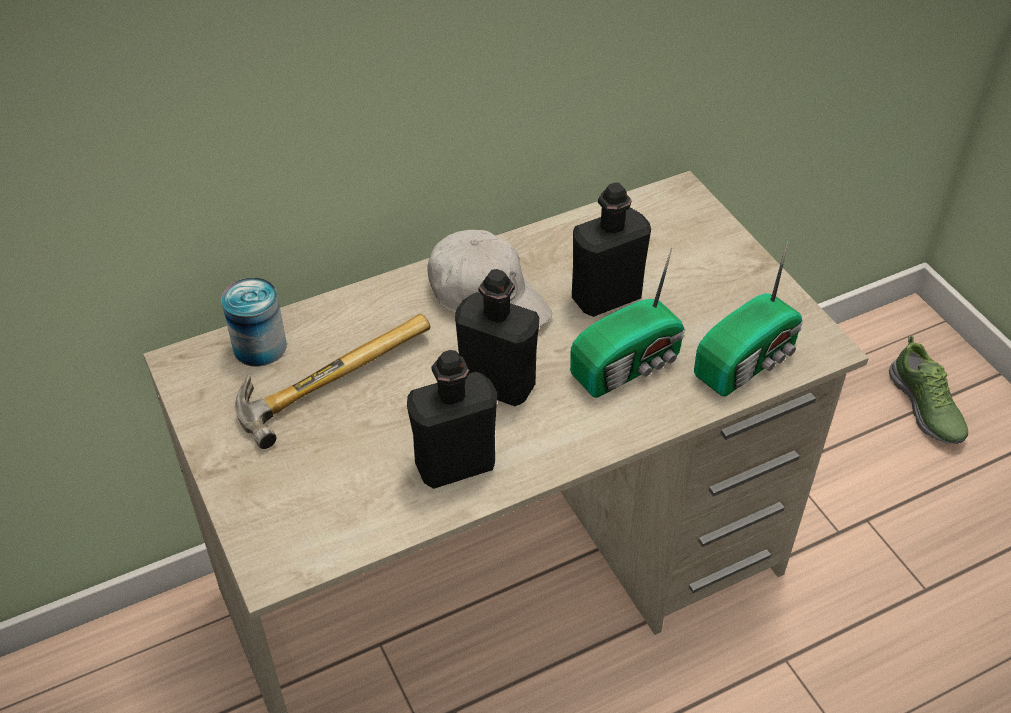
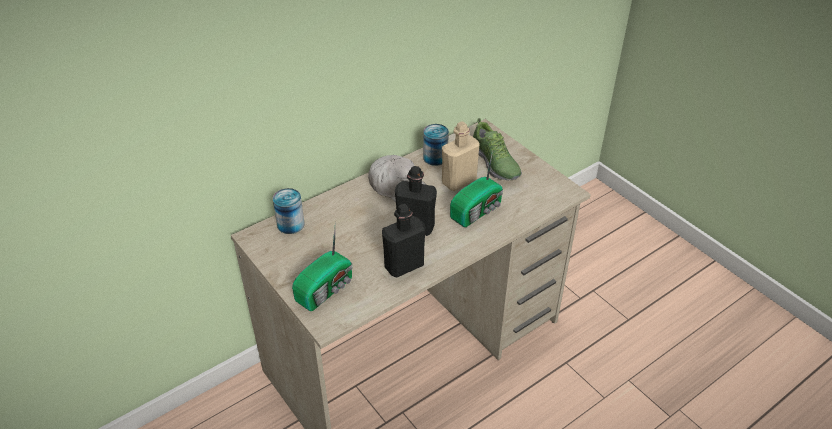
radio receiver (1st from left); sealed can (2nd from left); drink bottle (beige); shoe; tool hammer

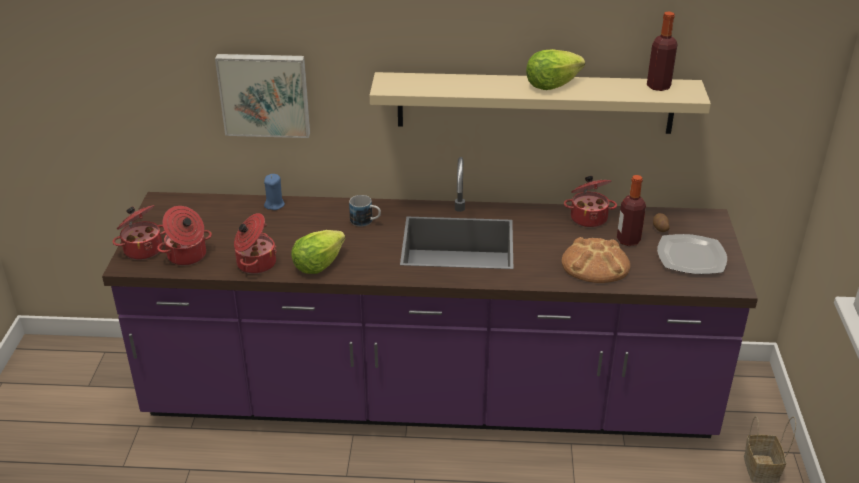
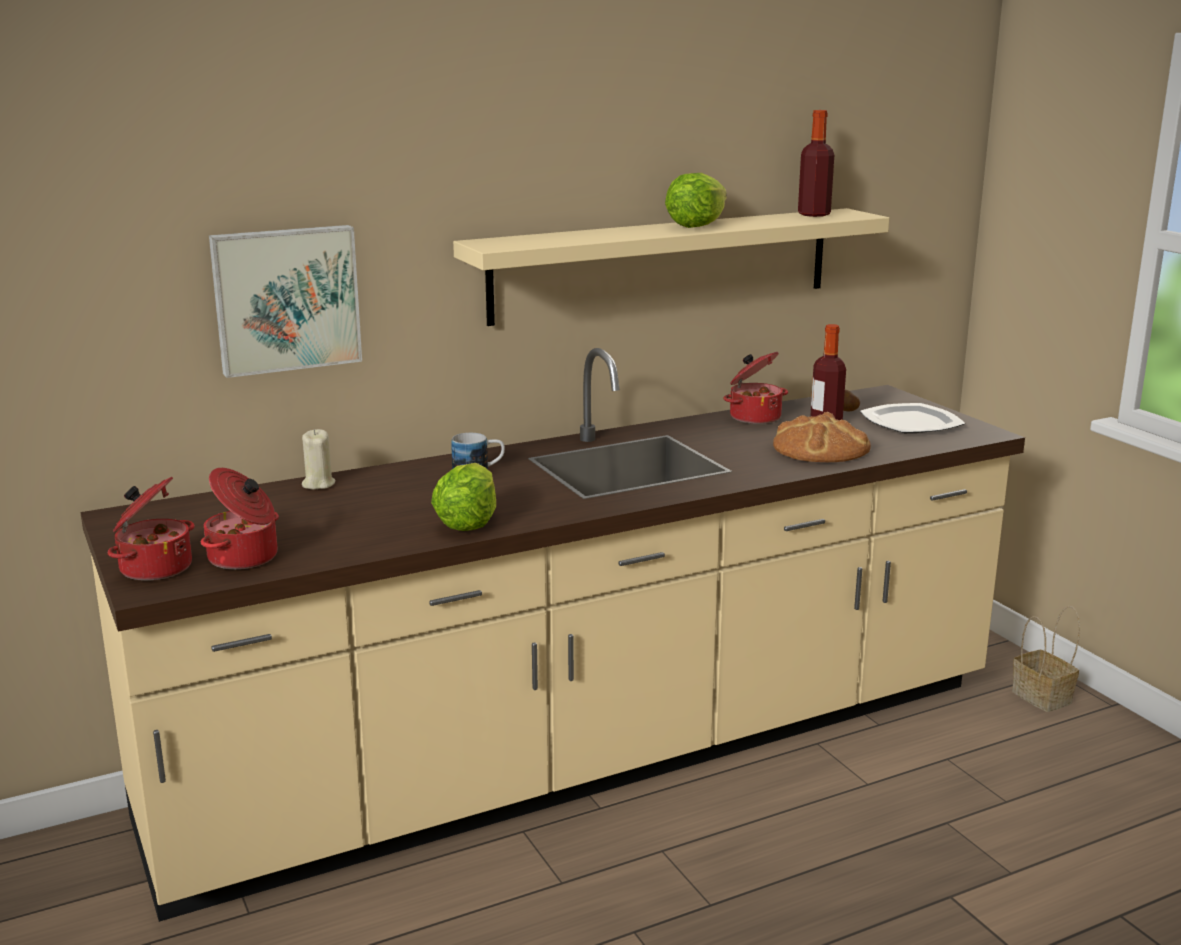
kitchen base unit (beige); wax candle (beige); saucepot (3rd from left in the first image)

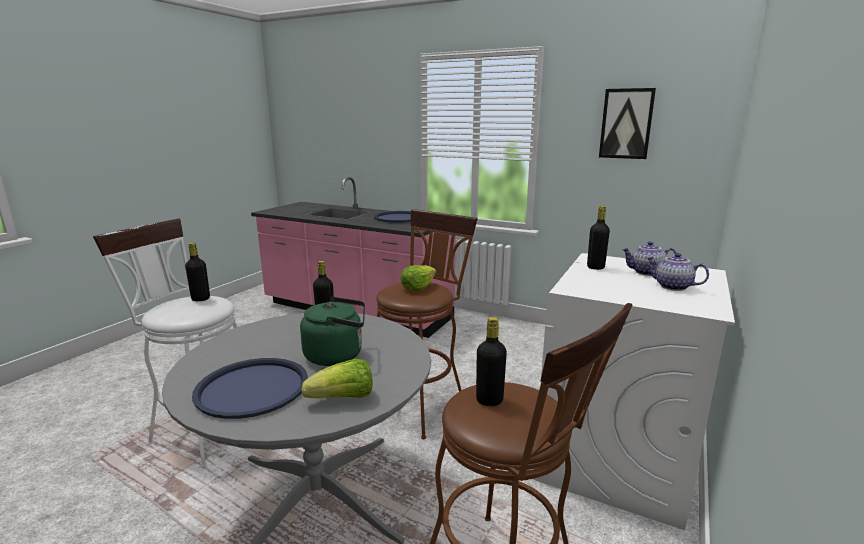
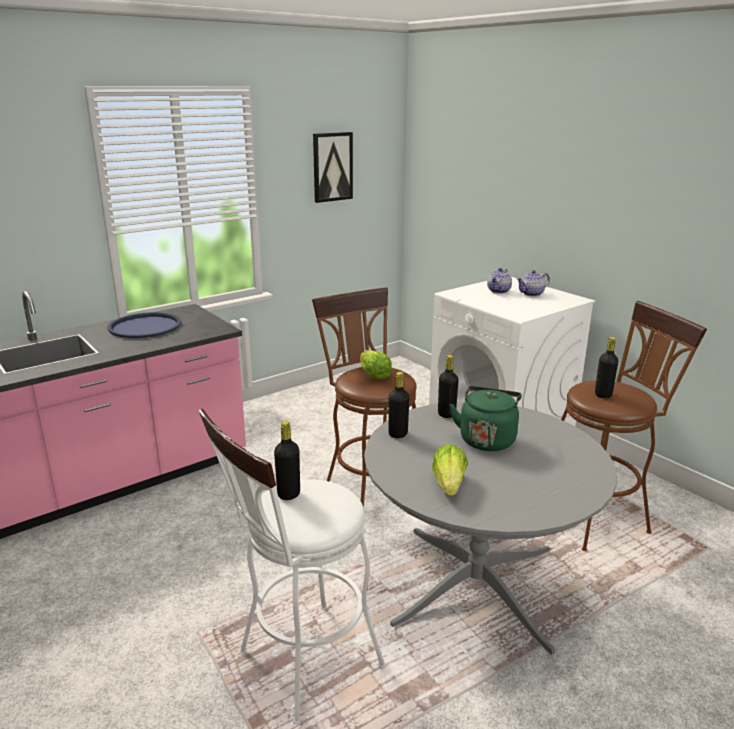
lettuce (2nd from left); drink bottle (black) (3rd from left); serving tray (blue) (1st from left in the first image)

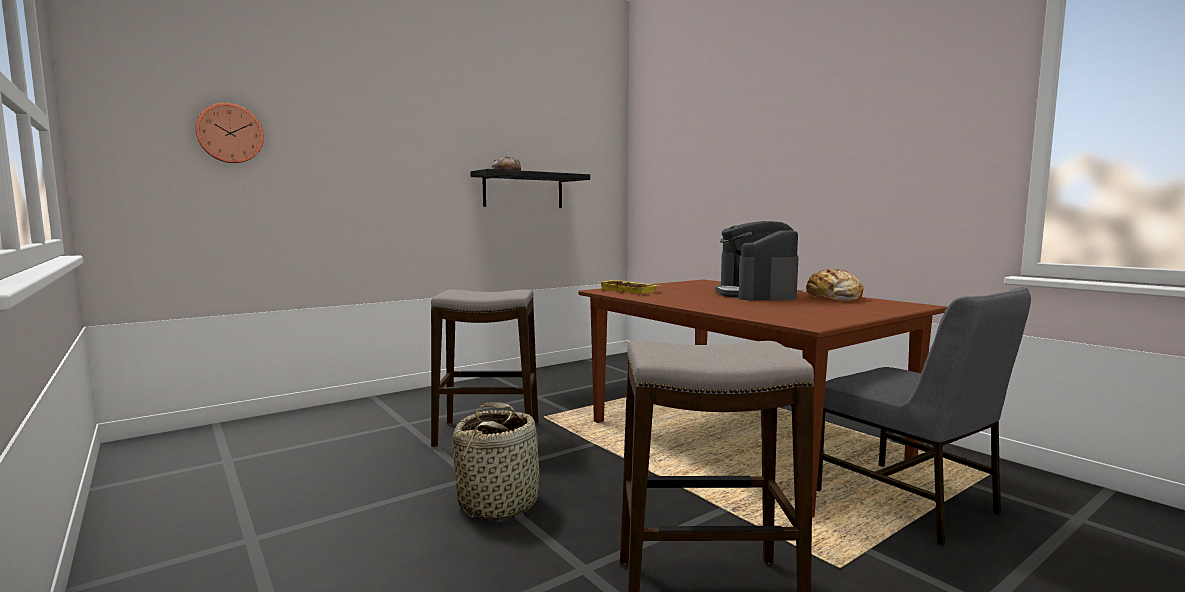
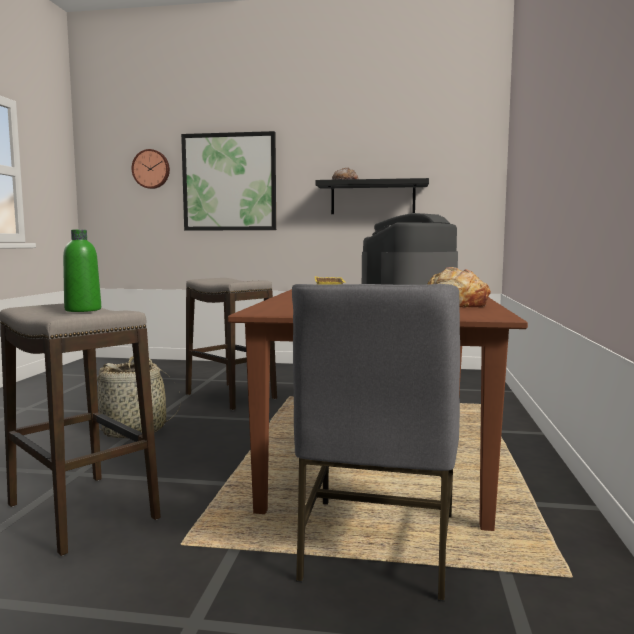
drink bottle (green-coloured); wall art

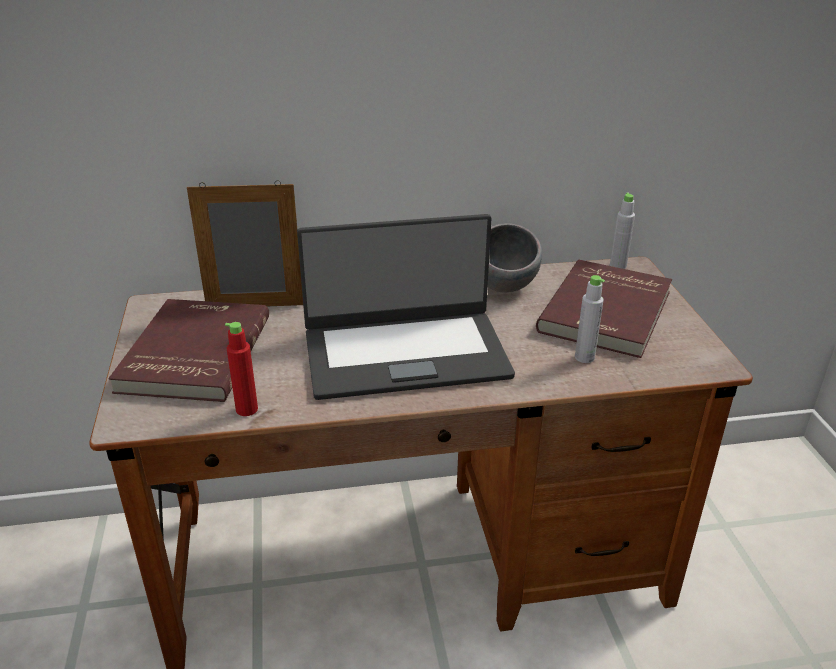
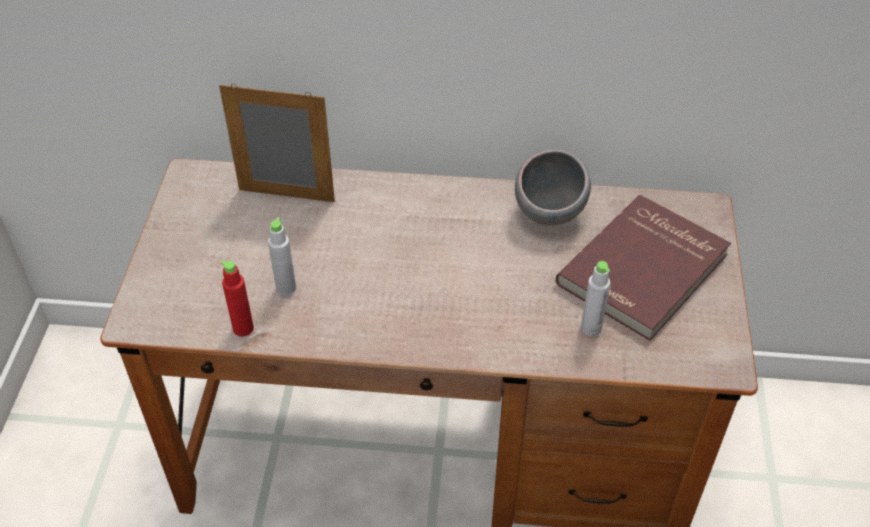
drink bottle (greyish) (1st from left); book (red) (1st from left in the first image); notebook computer

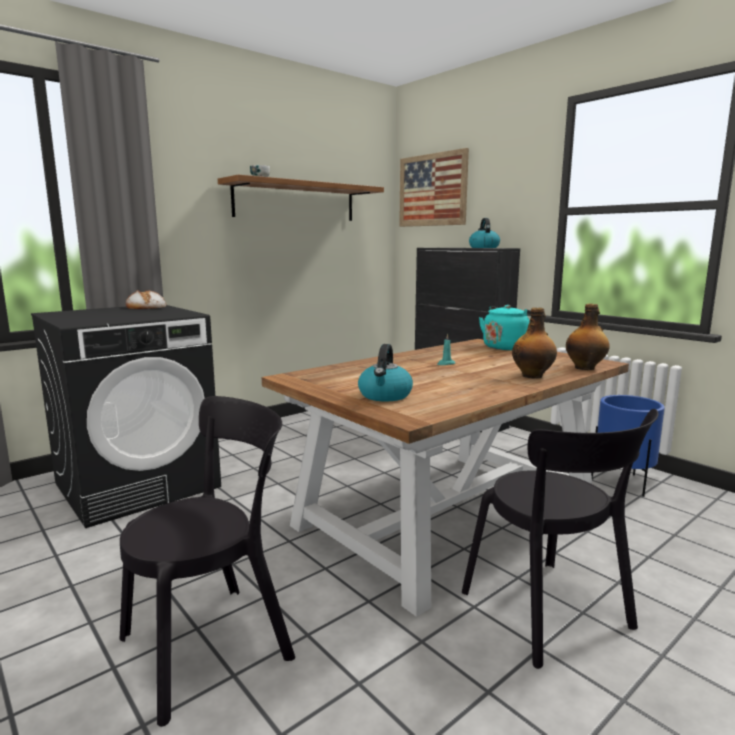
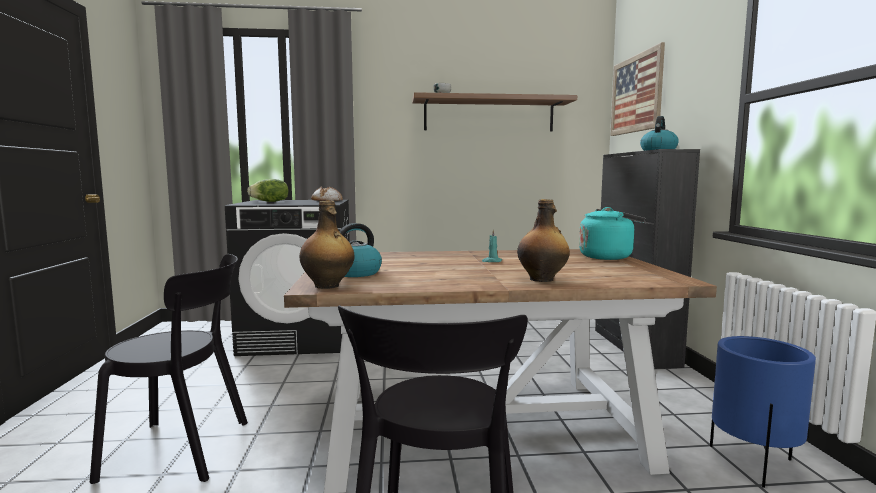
lettuce; drink bottle (1st from left)

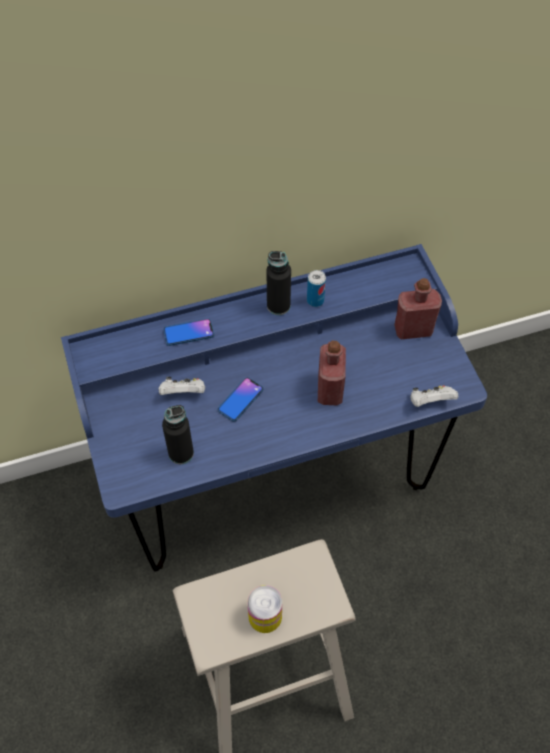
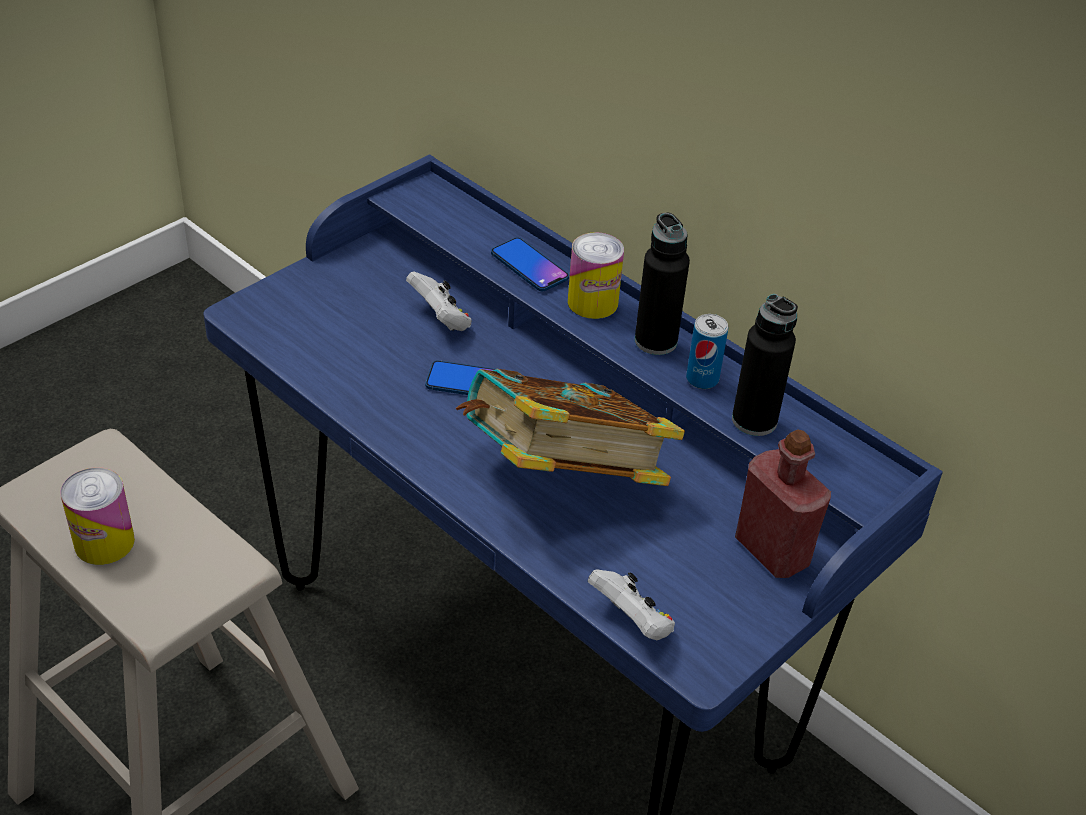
book; sealed can (2nd from left); drink bottle (black) (2nd from left)

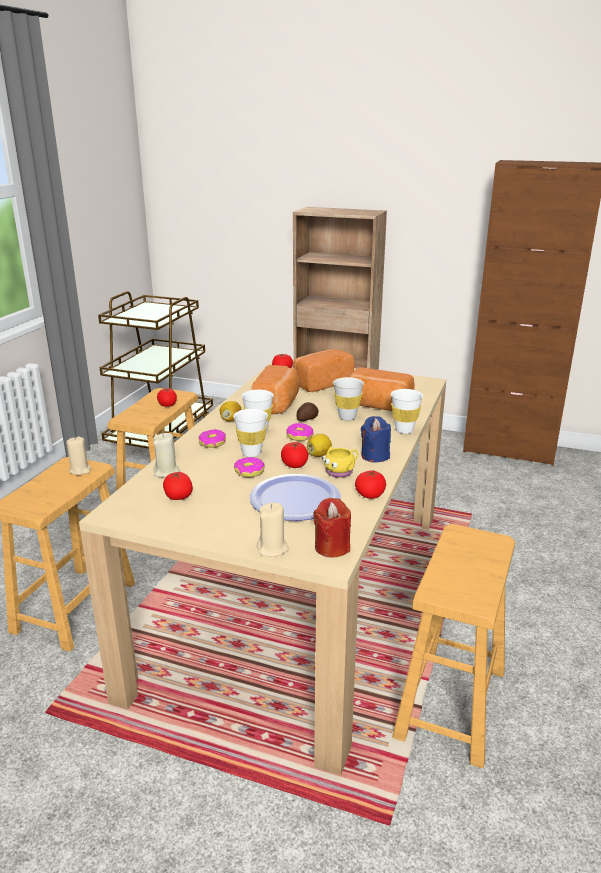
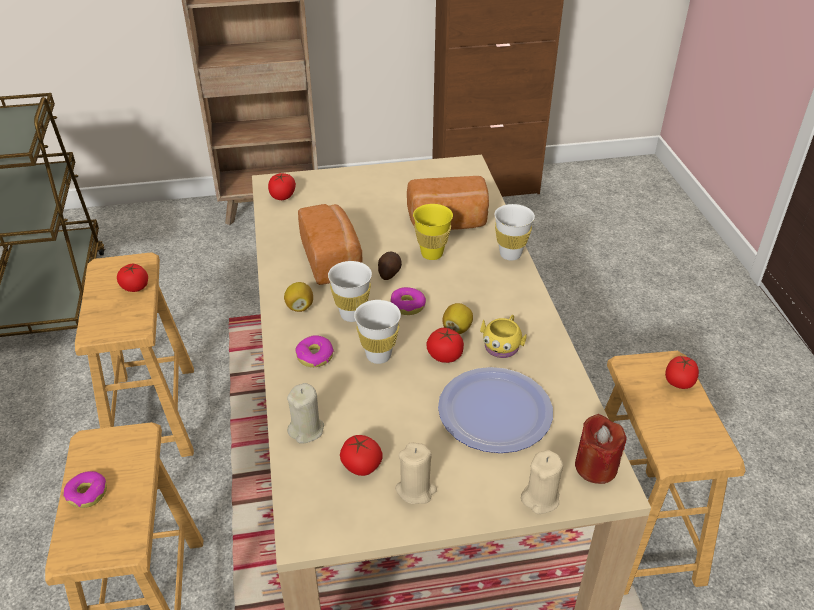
doughnut (1st from left); wax candle (beige) (2nd from left); small cup (yellow); tomato (5th from left); bakery bread (2nd from left in the first image); wax candle (blue)

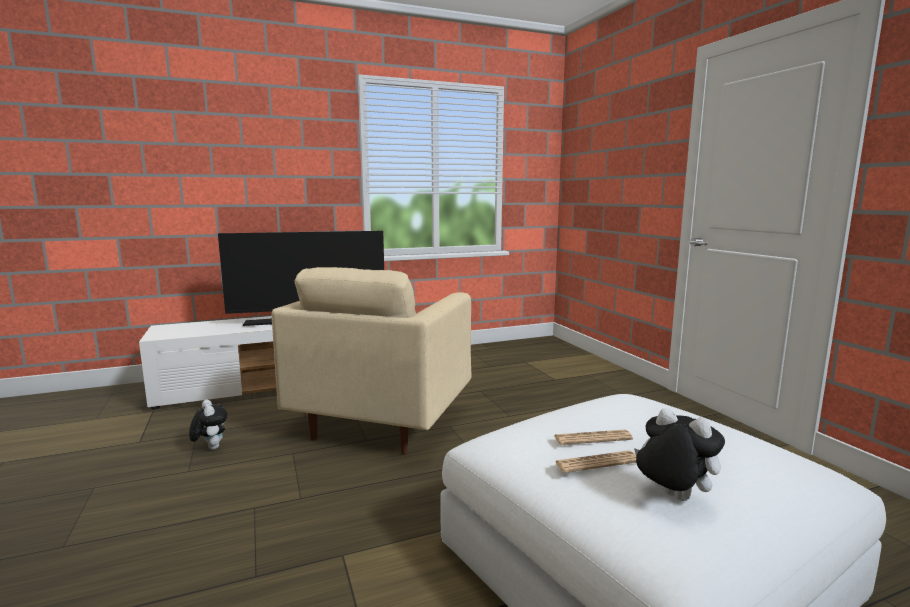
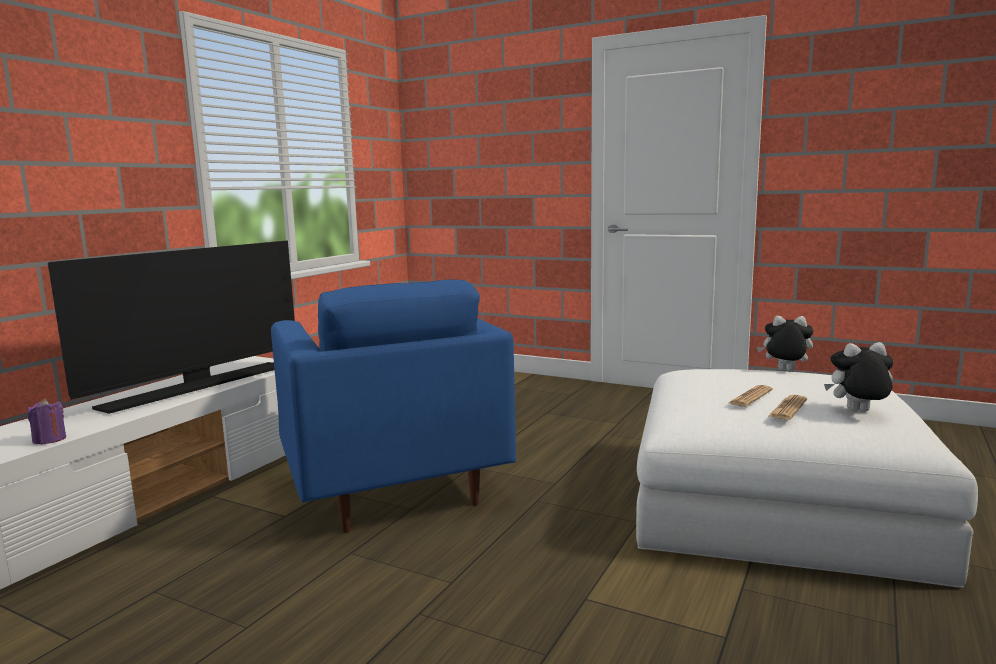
wax candle (purple); lounge chair (blue); soft toy (1st from left)

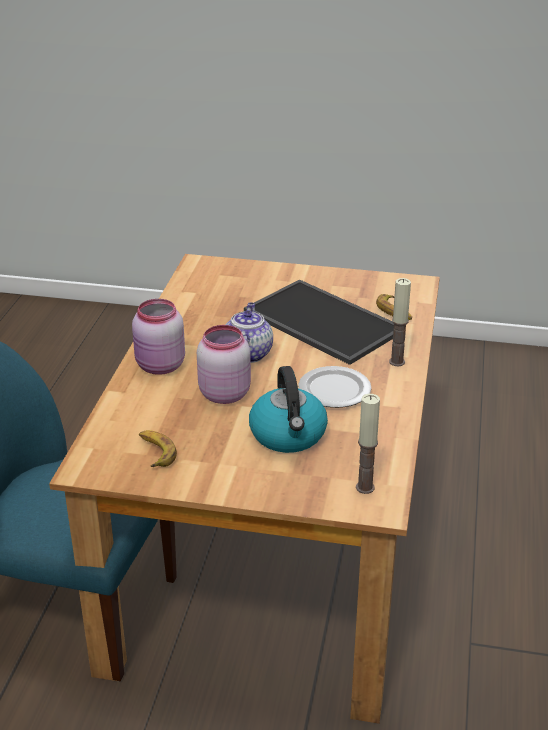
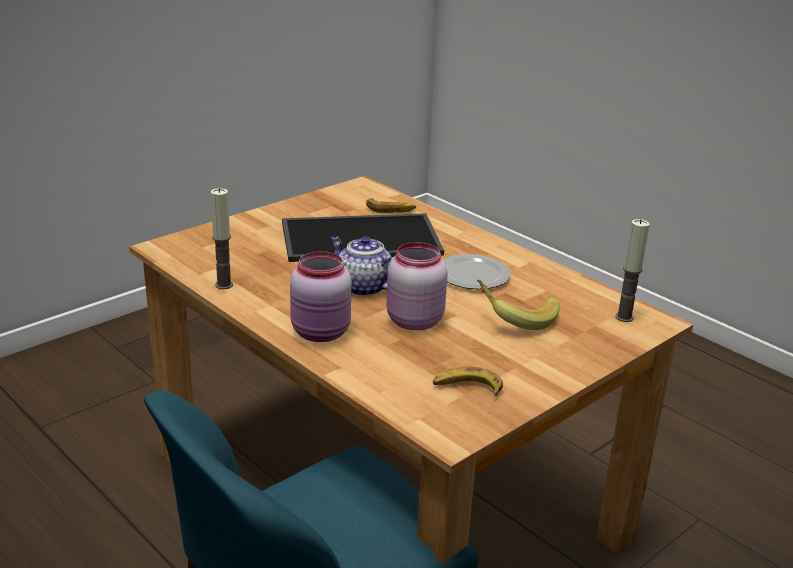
wax candle (1st from left); banana fruit (3rd from left)

